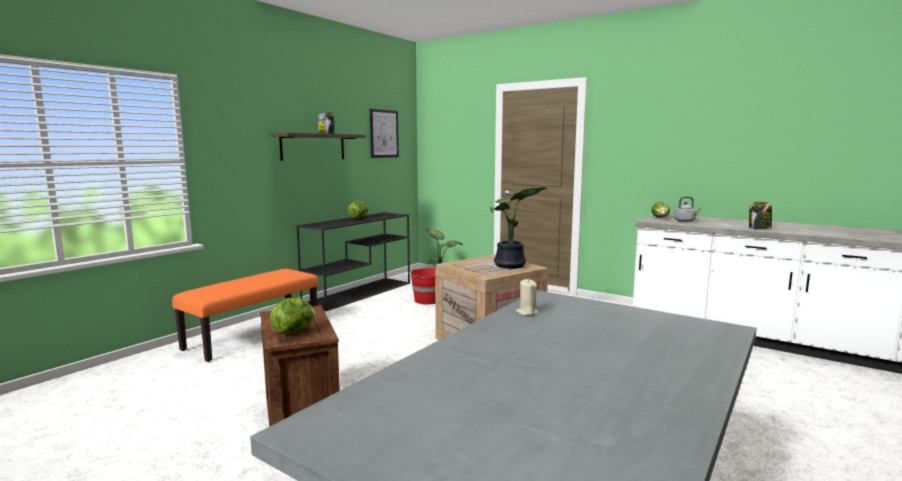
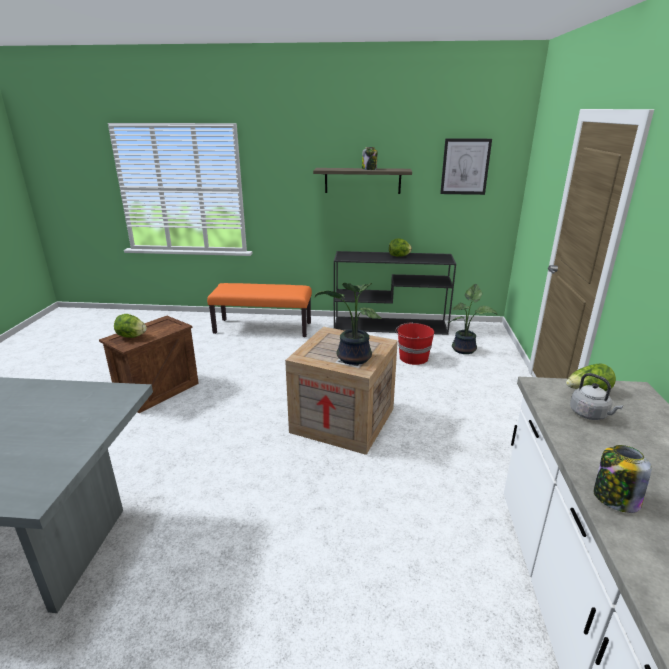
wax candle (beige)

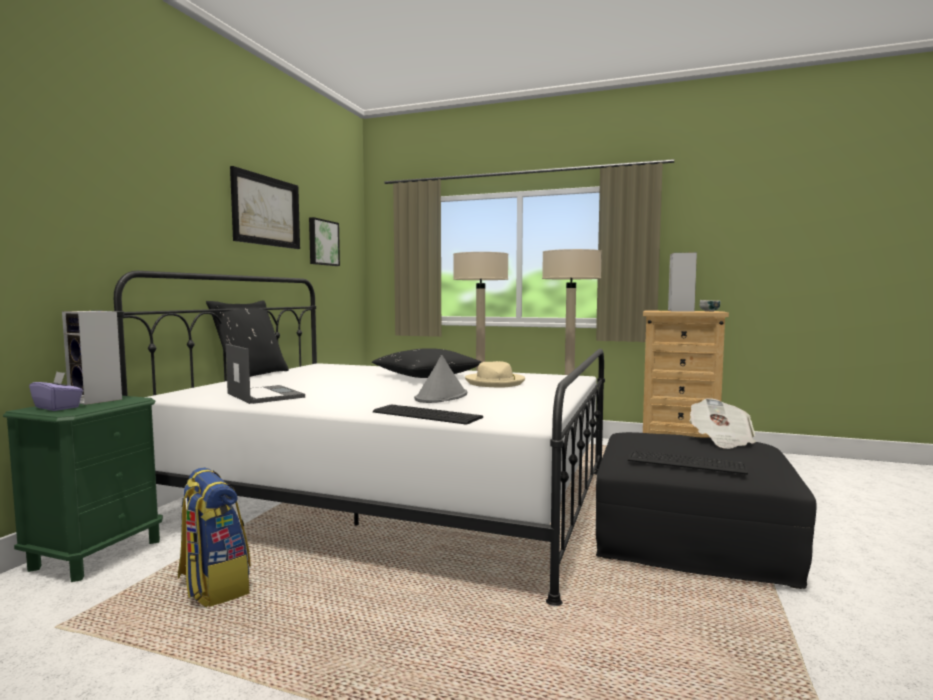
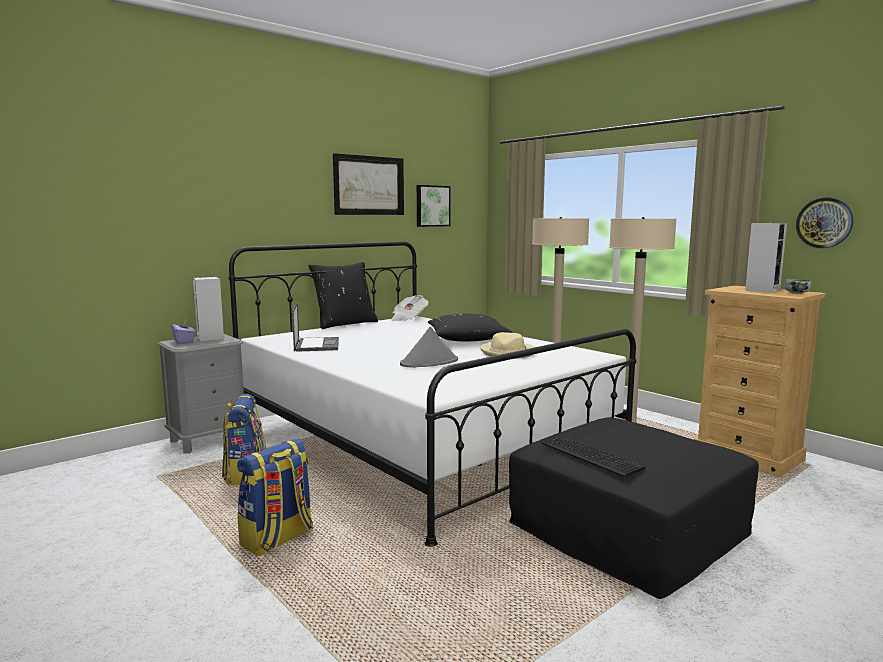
bedside table (greyish); rucksack (2nd from left); daily paper; hanging clock; PC keyboard (1st from left in the first image)

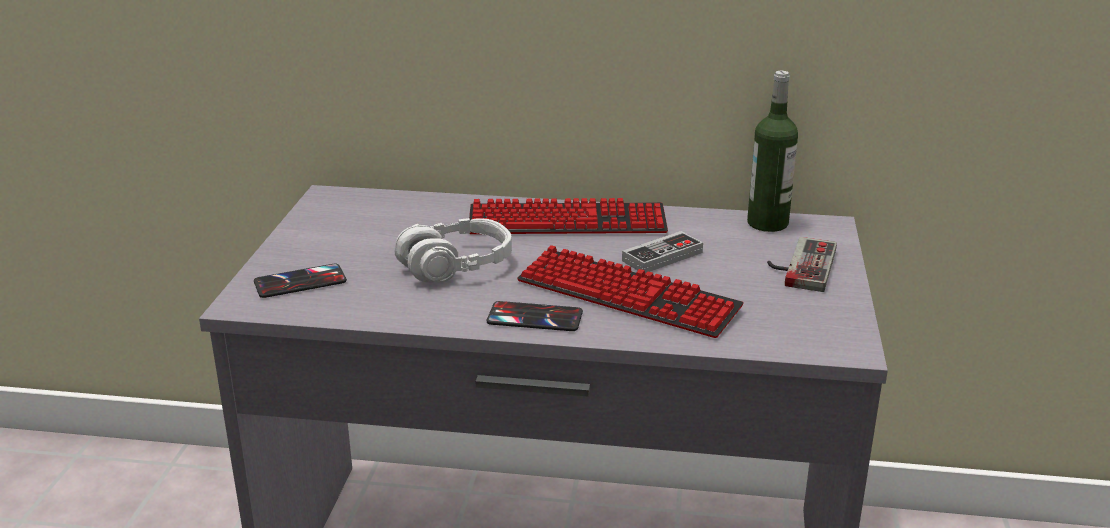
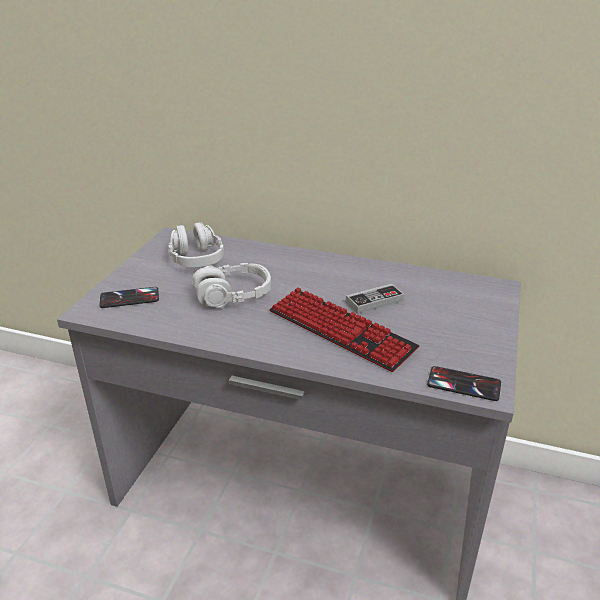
headphones (greyish) (1st from left); phone (2nd from left); PC keyboard (1st from left in the first image); drink bottle; gamepad (2nd from left in the first image)

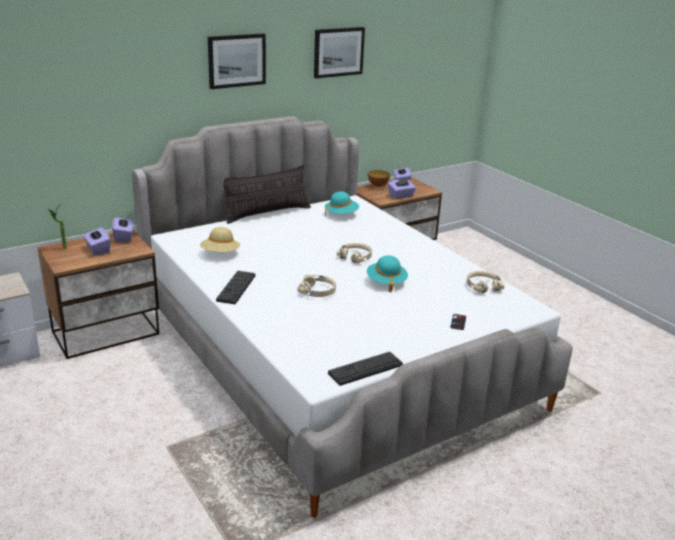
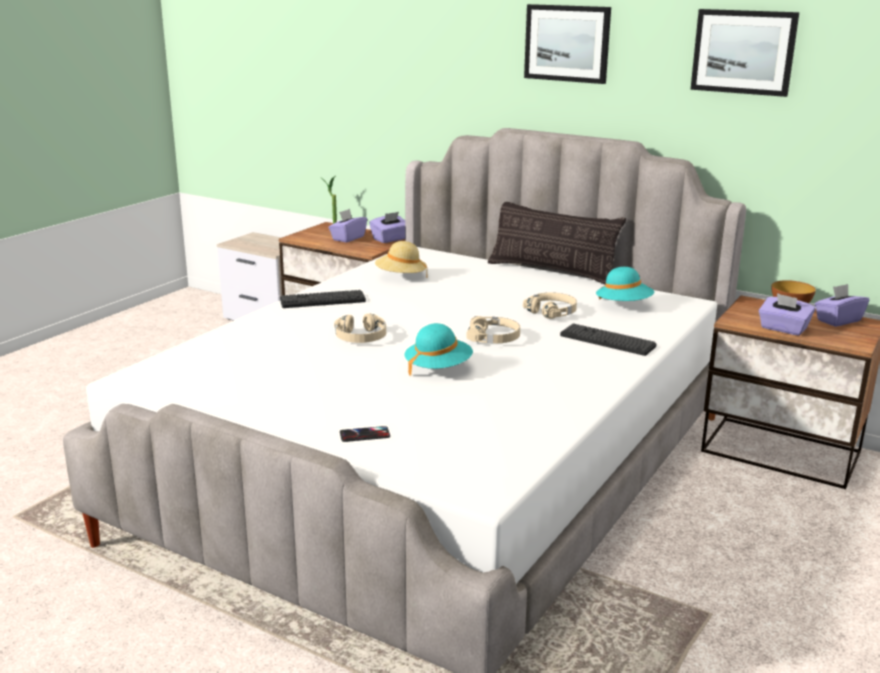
headphones (beige) (3rd from left); PC keyboard (2nd from left)

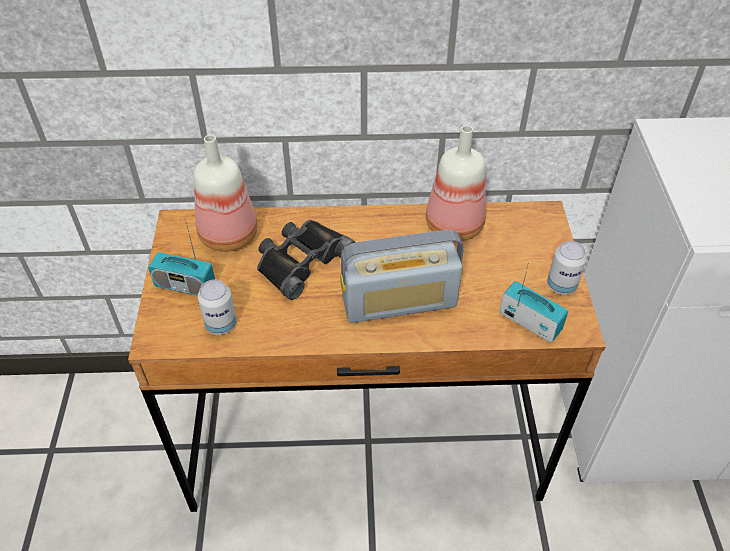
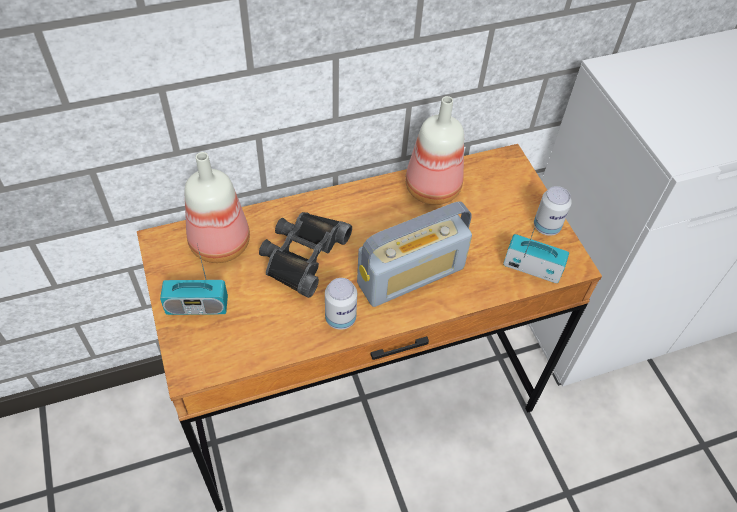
sealed can (1st from left)

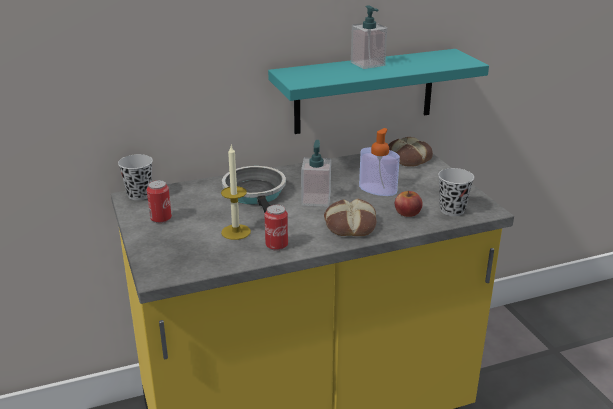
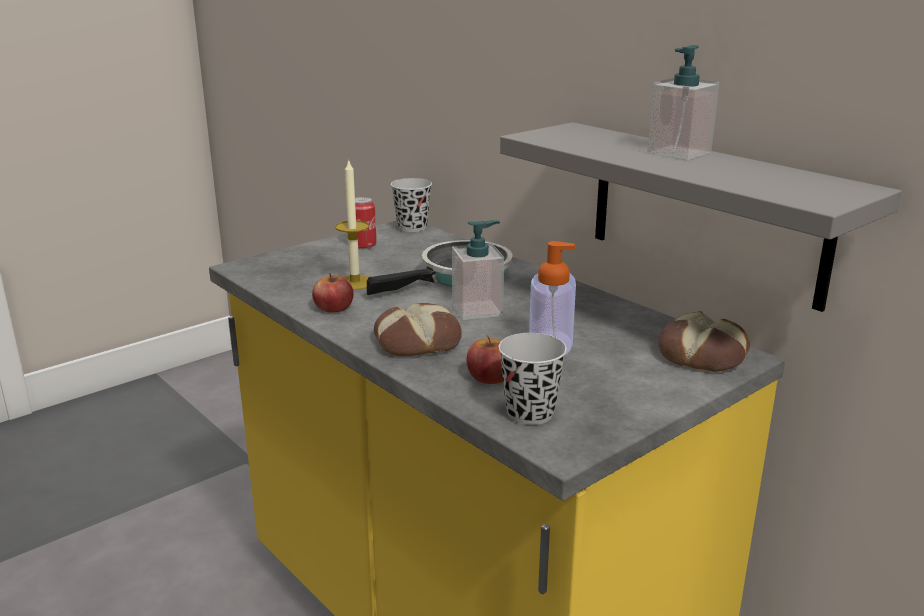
apple (1st from left); bracket shelf (greyish)

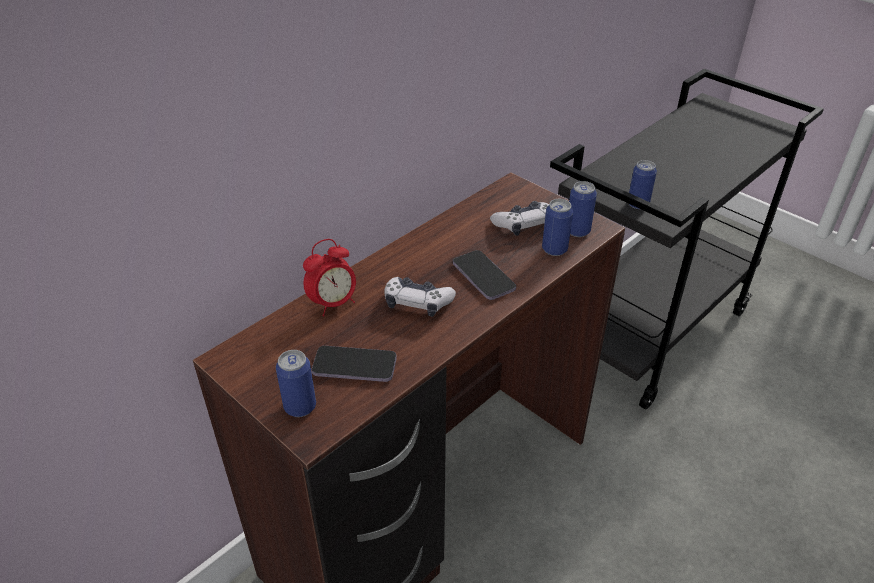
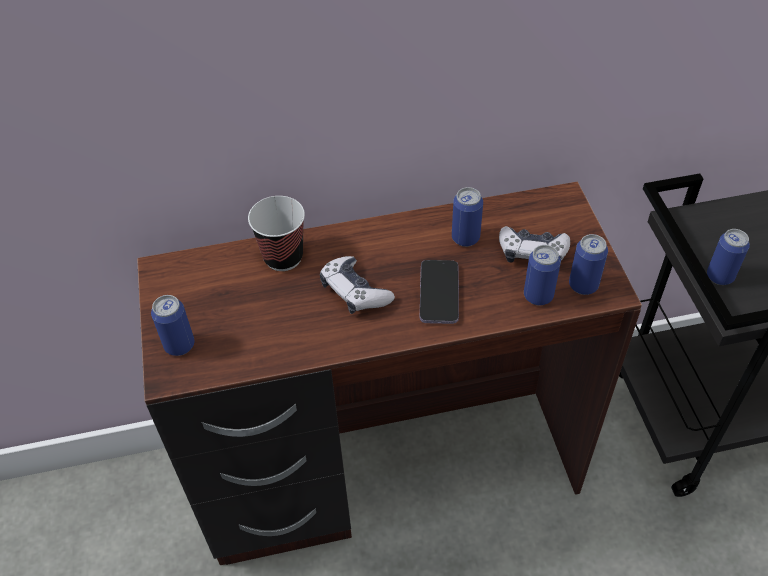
small cup; sealed can (2nd from left); phone (1st from left in the first image)

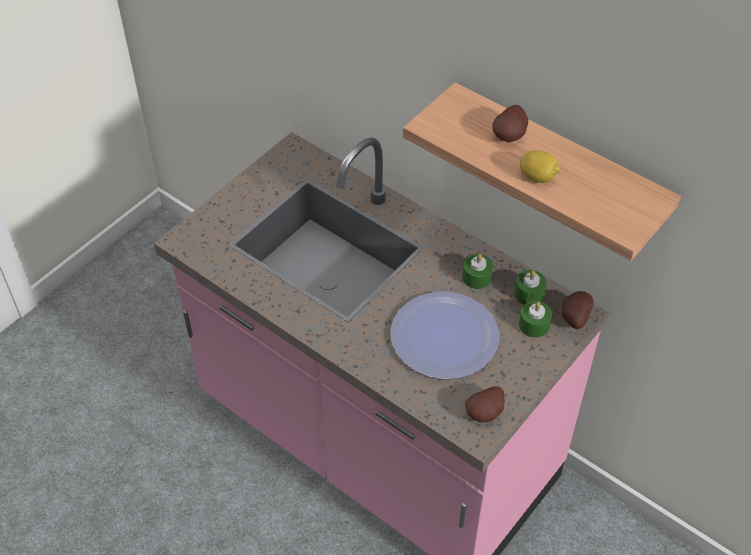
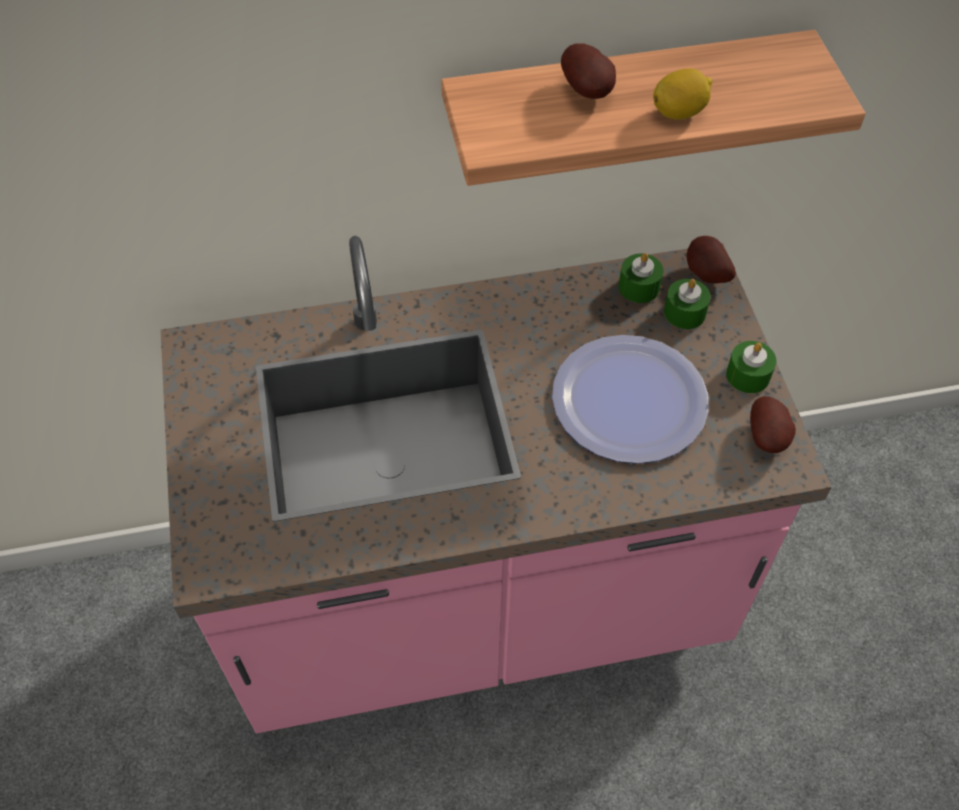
wax candle (green-coloured) (3rd from left)

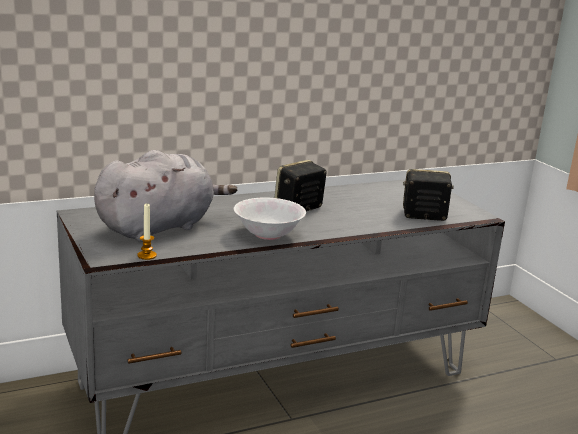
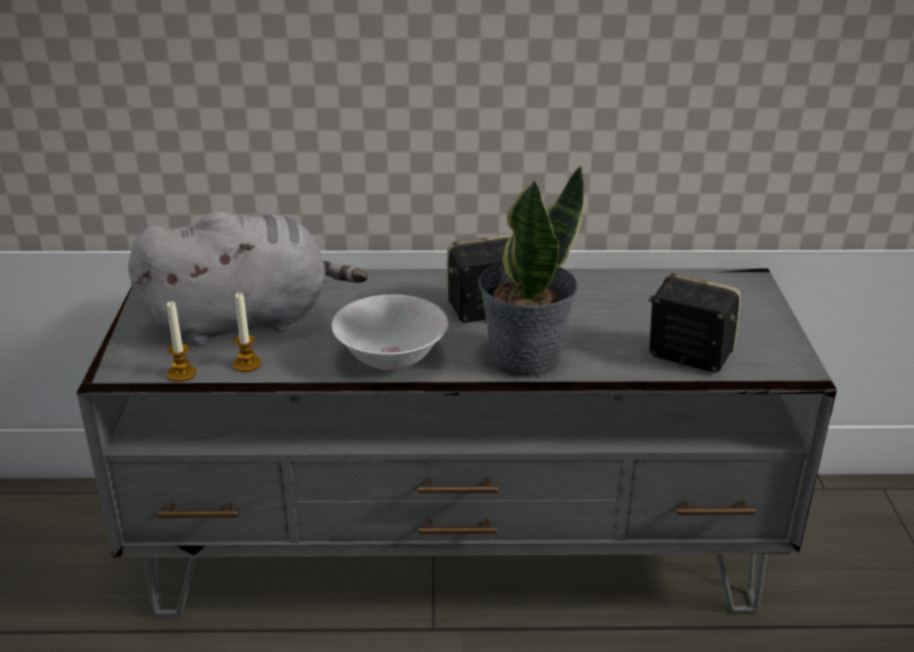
wax candle (2nd from left); houseplant

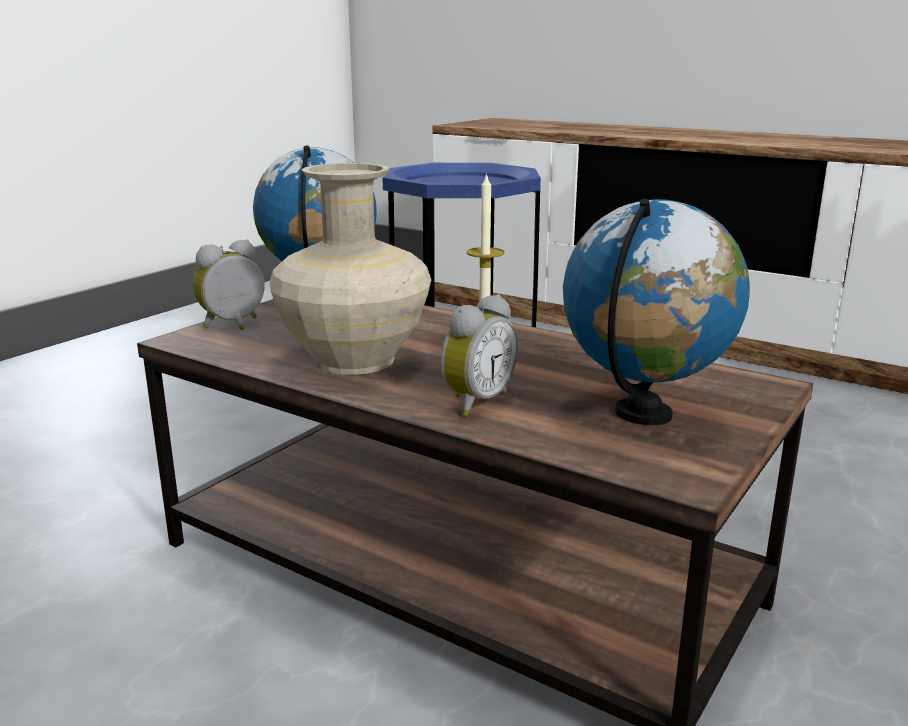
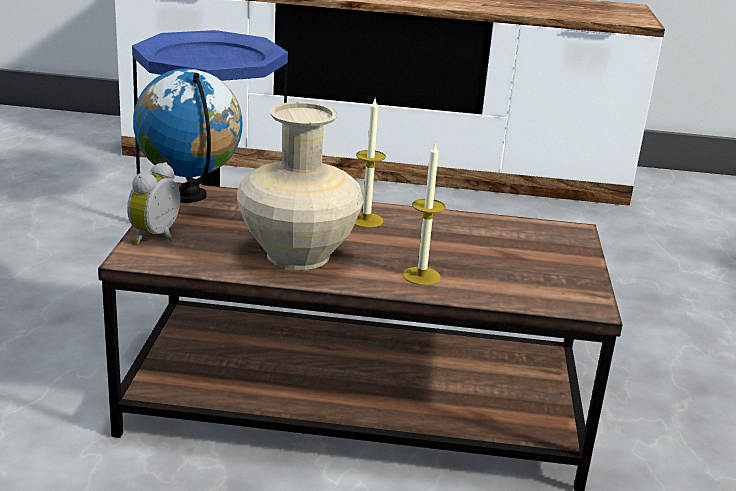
wax candle (2nd from left); desk globe (2nd from left in the first image)

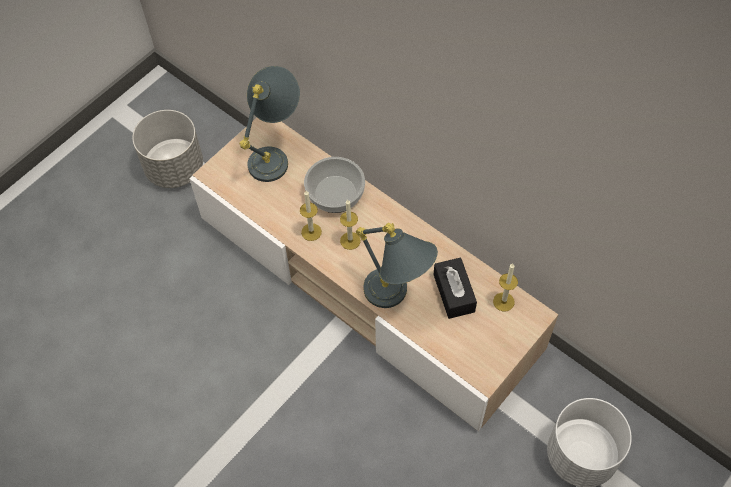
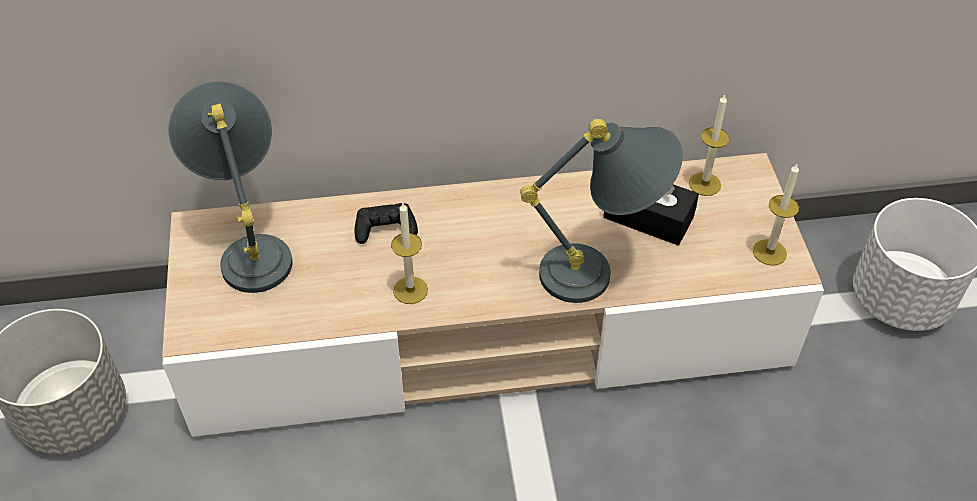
gamepad (black); wax candle (3rd from left)

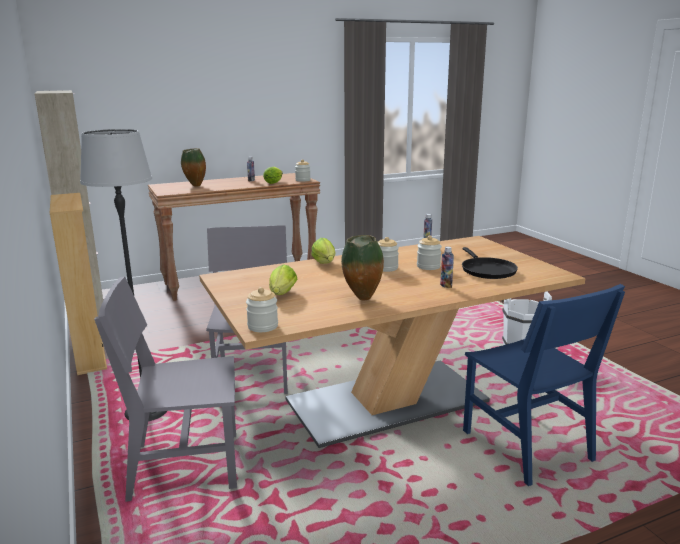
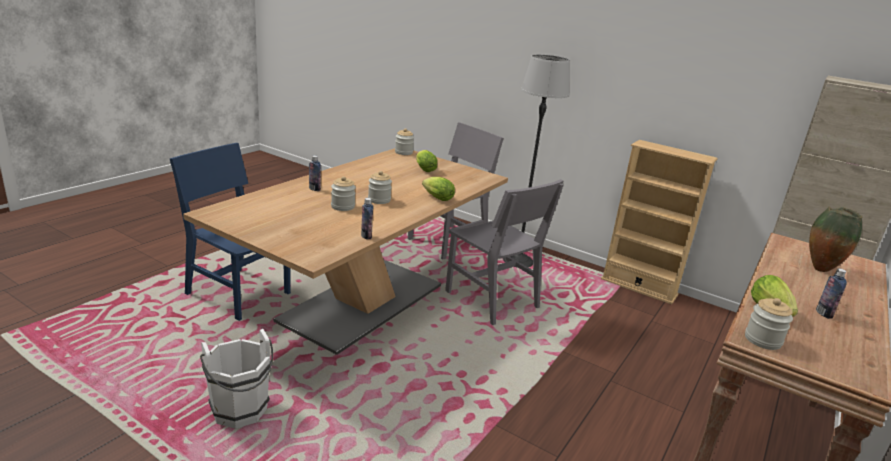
vase (2nd from left in the first image); frying pan (black)

